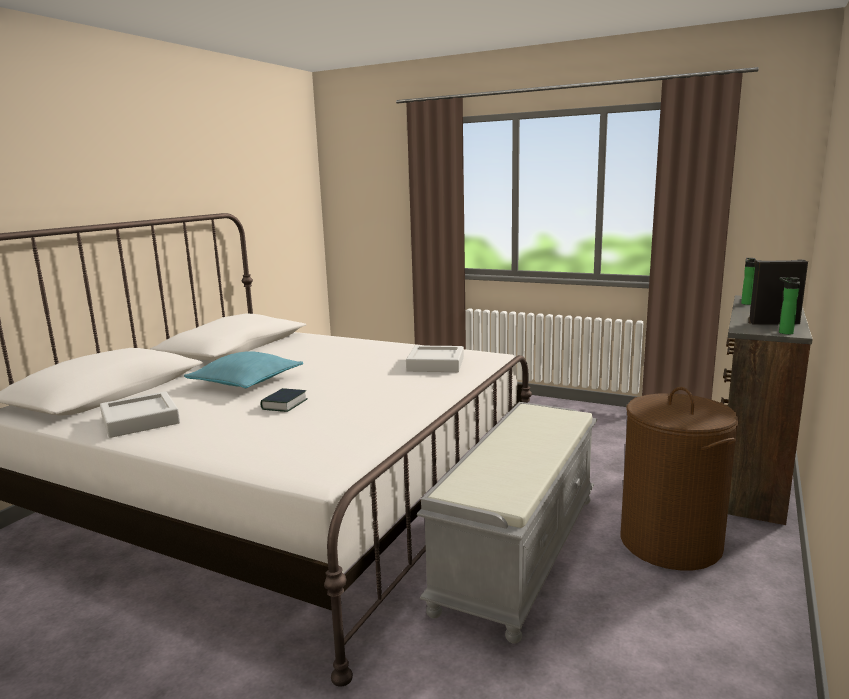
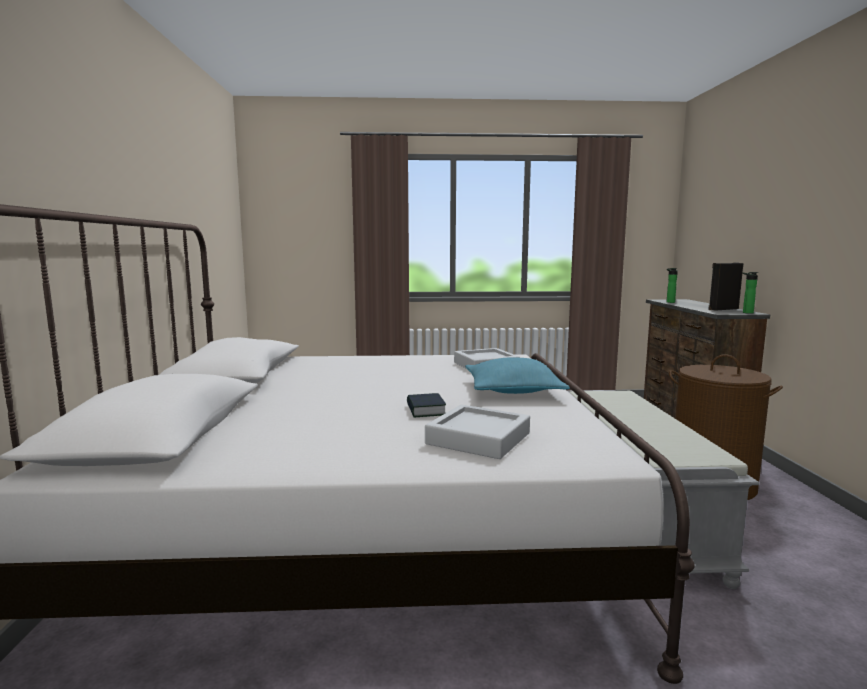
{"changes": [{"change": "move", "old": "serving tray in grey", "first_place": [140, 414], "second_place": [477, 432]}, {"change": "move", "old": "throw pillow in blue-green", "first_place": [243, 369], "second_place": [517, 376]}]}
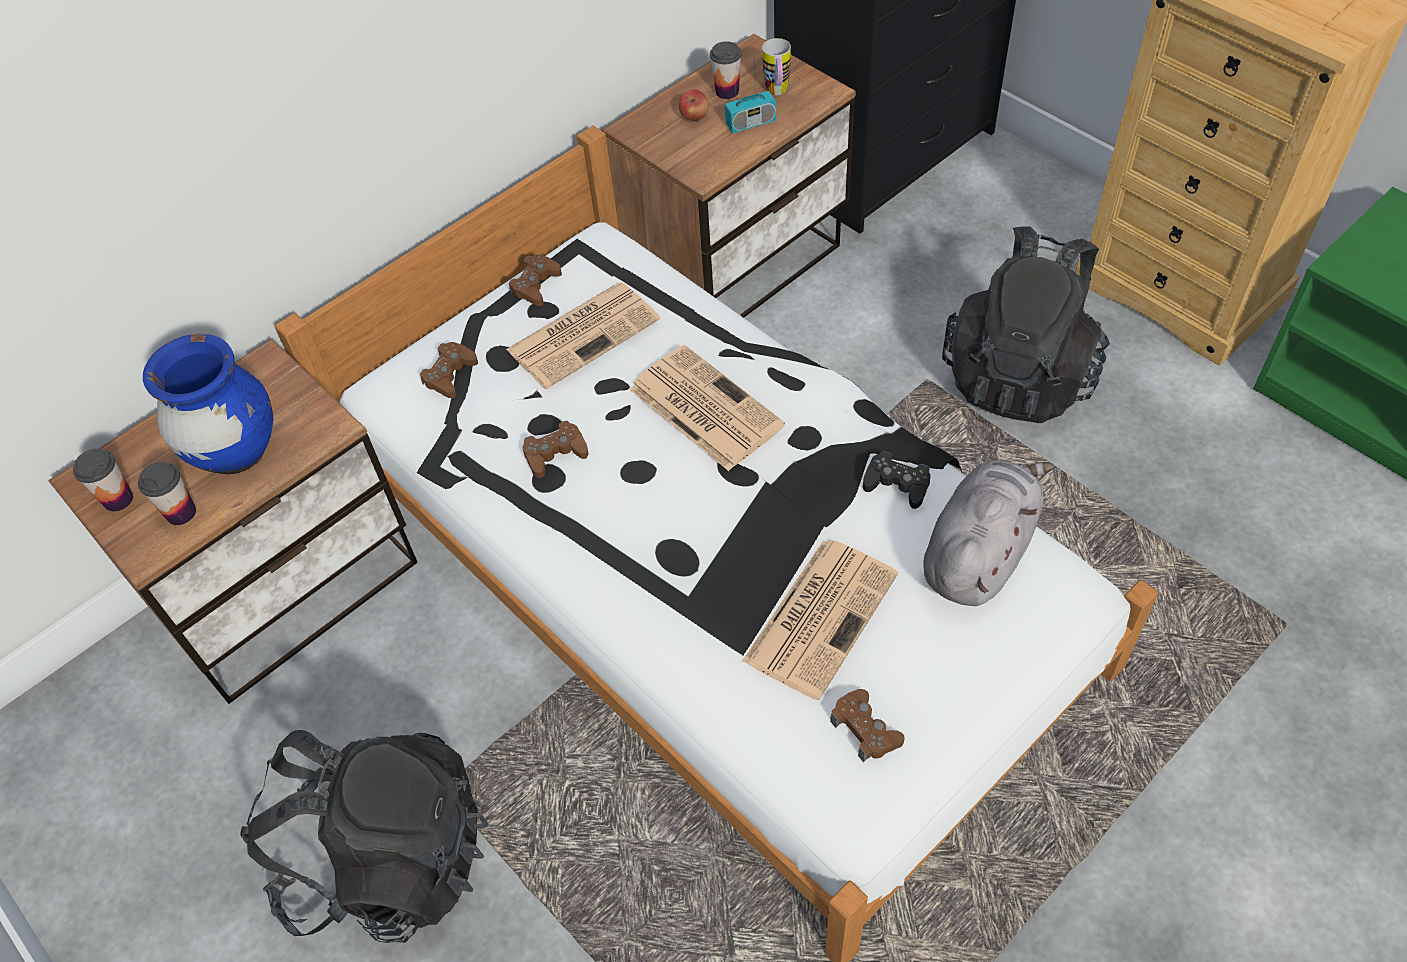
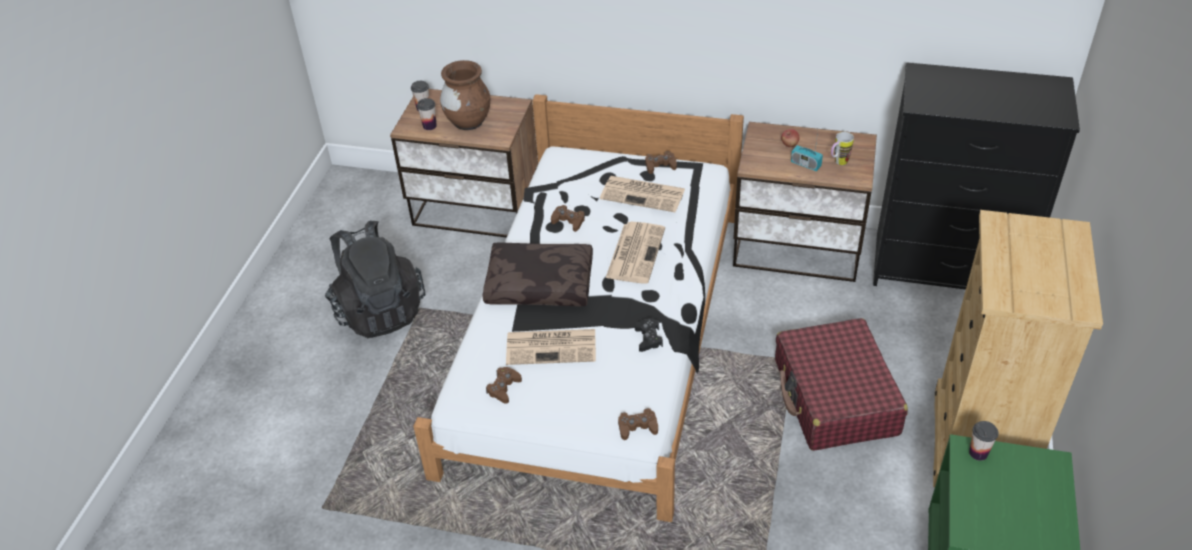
{"changes": [{"change": "recolor", "old": "decorative vase in blue-coloured", "new": "decorative vase in brown-coloured", "first_place": [208, 404], "second_place": [465, 95]}, {"change": "insert", "new": "throw pillow in brown-coloured", "second_place": [537, 274]}, {"change": "move", "old": "game controller in brown-coloured", "first_place": [449, 370], "second_place": [638, 424]}, {"change": "replace", "old": "rucksack in blackish", "new": "travel case in reddish", "first_place": [1026, 325], "second_place": [841, 384]}, {"change": "move", "old": "drinking cup", "first_place": [726, 70], "second_place": [984, 441]}, {"change": "delete", "old": "plush toy in grey", "first_place": [988, 533]}]}
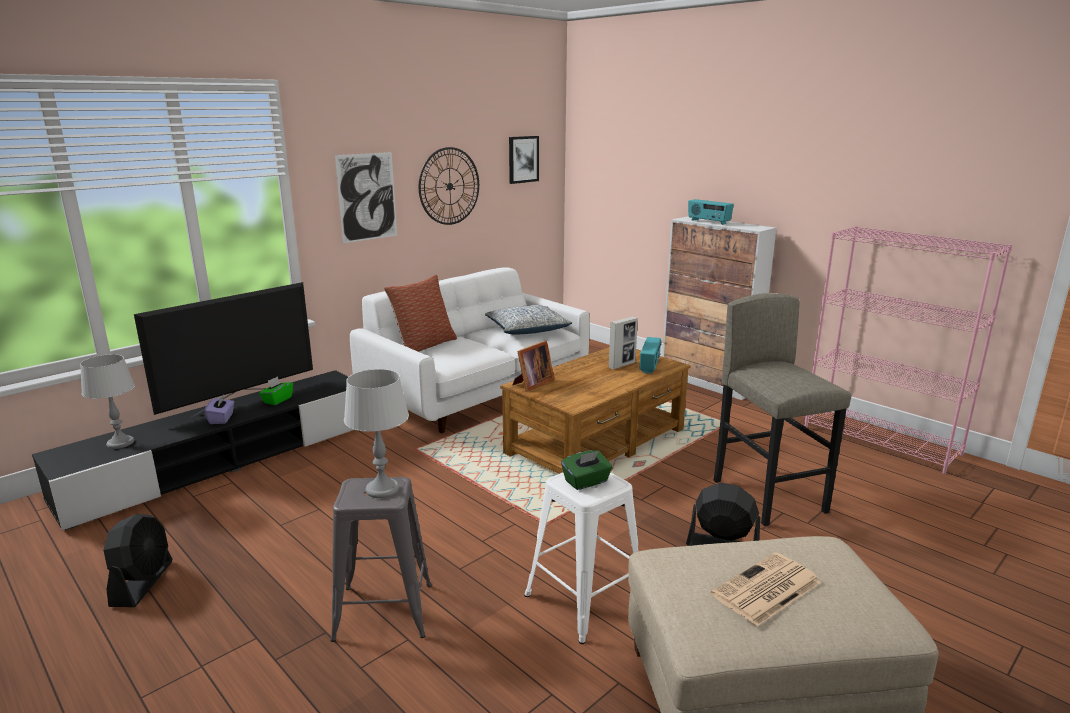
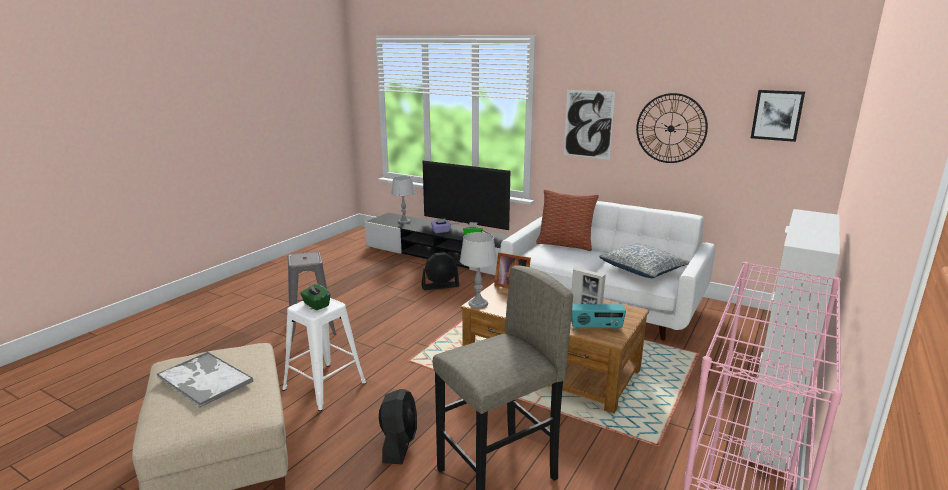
{"changes": [{"change": "replace", "old": "daily paper", "new": "serving tray", "first_place": [766, 589], "second_place": [205, 380]}, {"change": "move", "old": "fan in blackish", "first_place": [138, 560], "second_place": [440, 271]}, {"change": "move", "old": "tabletop lamp in grey", "first_place": [376, 433], "second_place": [478, 270]}, {"change": "delete", "old": "radio", "first_place": [711, 212]}]}
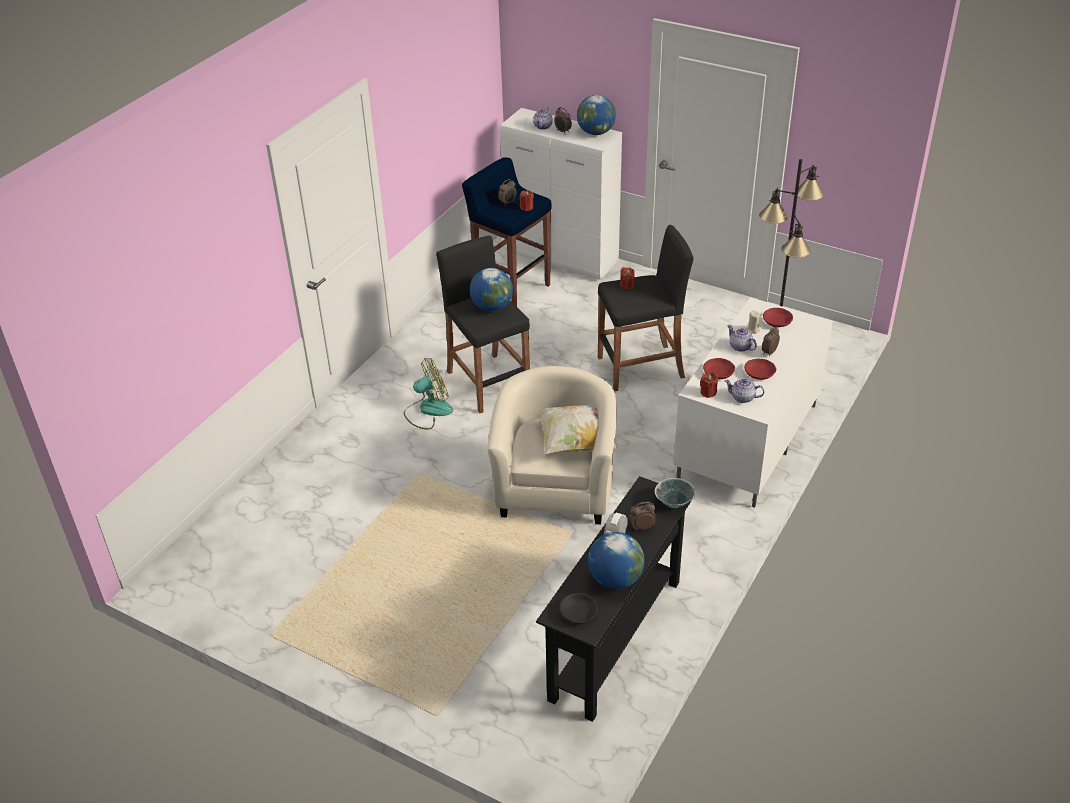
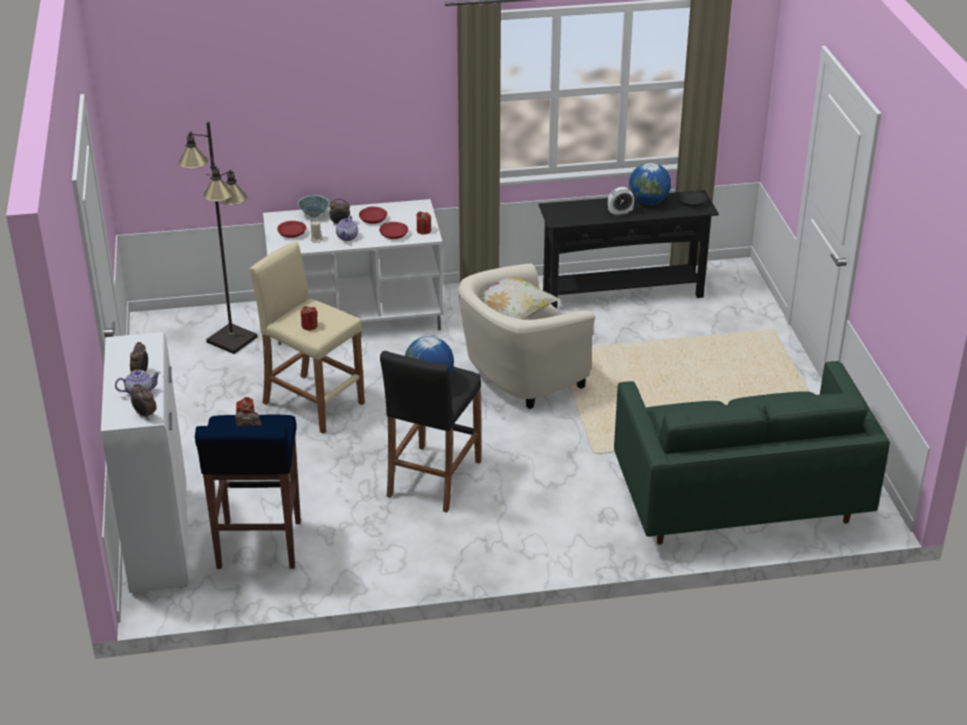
{"changes": [{"change": "move", "old": "alarm clock", "first_place": [643, 516], "second_place": [144, 402]}, {"change": "recolor", "old": "stool seat in blackish", "new": "stool seat in beige-coloured", "first_place": [646, 308], "second_place": [307, 338]}, {"change": "move", "old": "bowl", "first_place": [675, 493], "second_place": [313, 206]}, {"change": "insert", "new": "sofa in green", "second_place": [752, 453]}, {"change": "delete", "old": "fan", "first_place": [428, 394]}, {"change": "delete", "old": "world globe", "first_place": [596, 115]}, {"change": "delete", "old": "pot for tea", "first_place": [745, 390]}]}
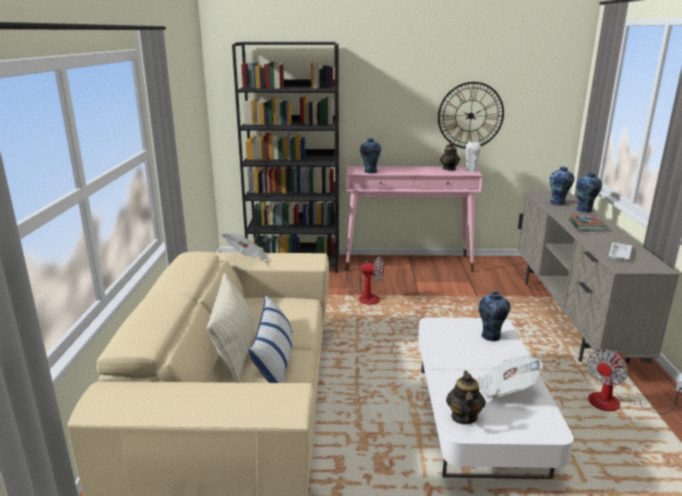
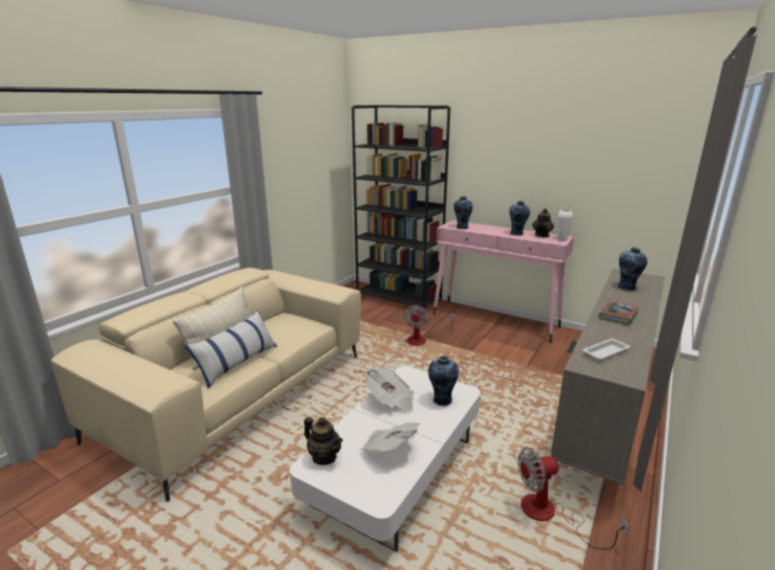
{"changes": [{"change": "rotate", "old": "pot for tea", "first_place": [466, 397], "second_place": [323, 441], "degrees": 90}, {"change": "move", "old": "daily paper", "first_place": [246, 246], "second_place": [390, 390]}, {"change": "rotate", "old": "fan", "first_place": [363, 280], "second_place": [429, 325], "degrees": 60}, {"change": "move", "old": "decorative vase", "first_place": [589, 192], "second_place": [520, 218]}, {"change": "delete", "old": "clock on the wall", "first_place": [471, 115]}]}
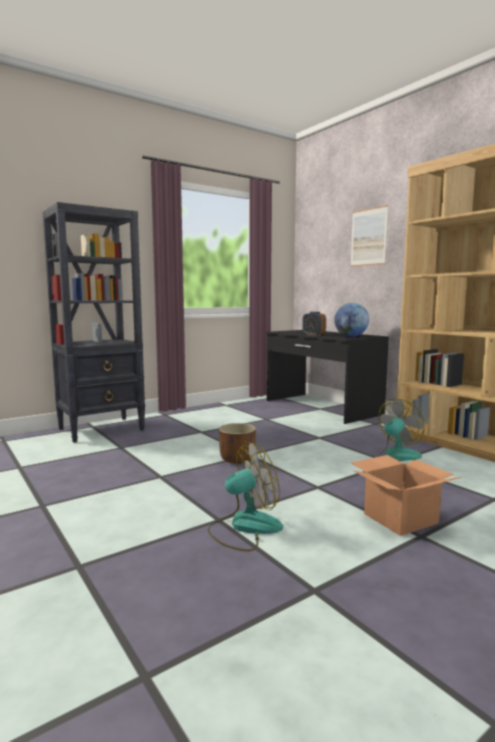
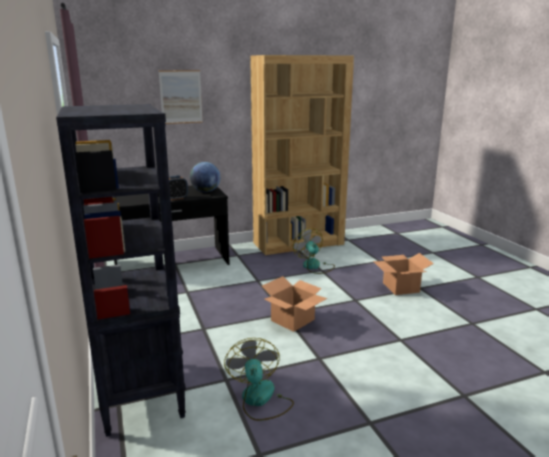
{"changes": [{"change": "move", "old": "fan", "first_place": [245, 496], "second_place": [259, 379]}, {"change": "replace", "old": "flower pot in brown-coloured", "new": "packing box", "first_place": [237, 443], "second_place": [294, 304]}]}
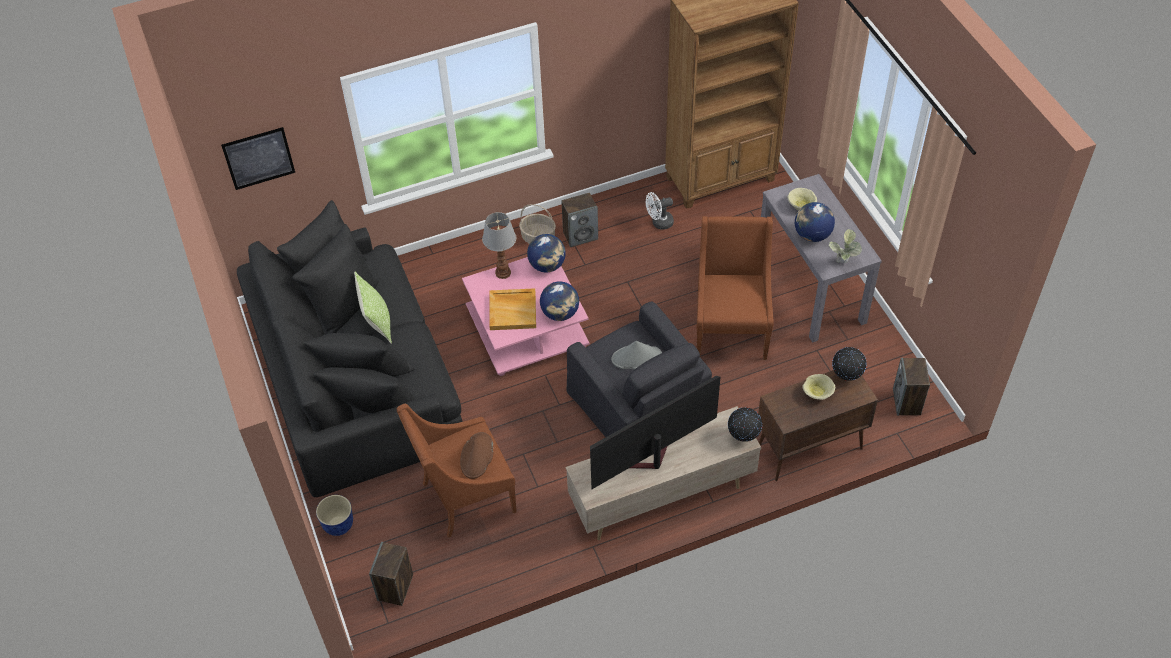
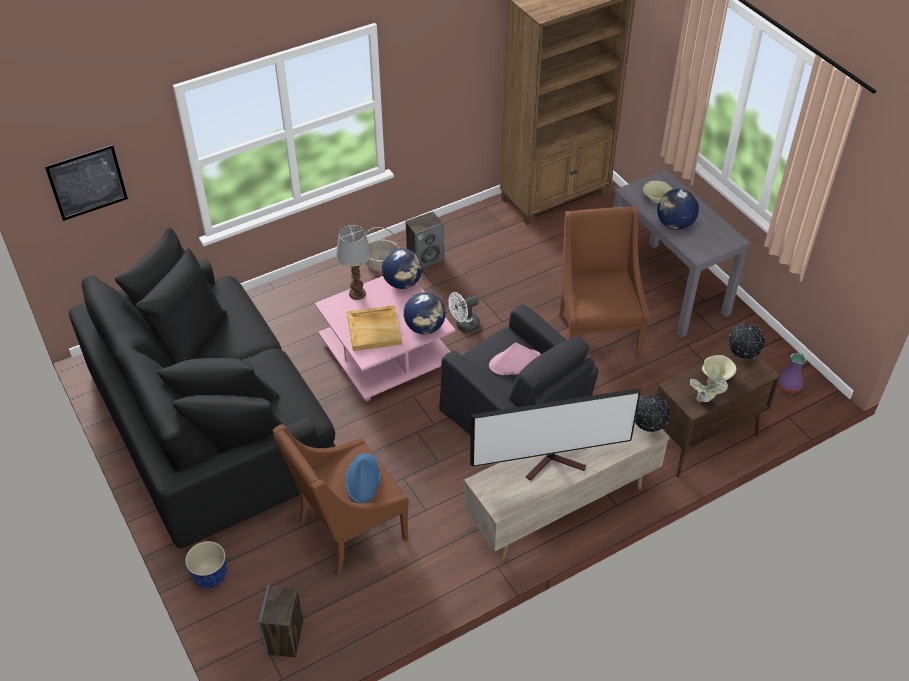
{"changes": [{"change": "recolor", "old": "clothing hat in brown-coloured", "new": "clothing hat in blue-coloured", "first_place": [476, 455], "second_place": [363, 478]}, {"change": "move", "old": "fan in white", "first_place": [660, 211], "second_place": [464, 312]}, {"change": "rotate", "old": "TV set", "first_place": [655, 432], "second_place": [555, 434], "degrees": -150}, {"change": "recolor", "old": "clothing hat in grey", "new": "clothing hat in pinkish", "first_place": [636, 355], "second_place": [515, 359]}, {"change": "move", "old": "houseplant", "first_place": [845, 246], "second_place": [709, 382]}, {"change": "replace", "old": "audio speaker", "new": "decorative vase in purple", "first_place": [911, 387], "second_place": [792, 372]}, {"change": "delete", "old": "throw pillow", "first_place": [373, 308]}]}
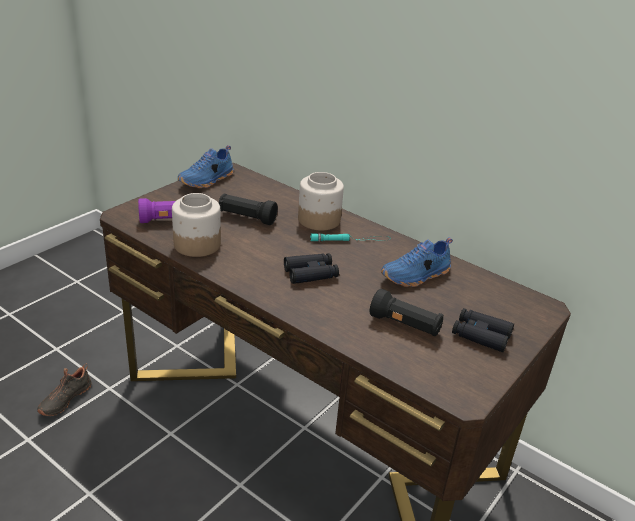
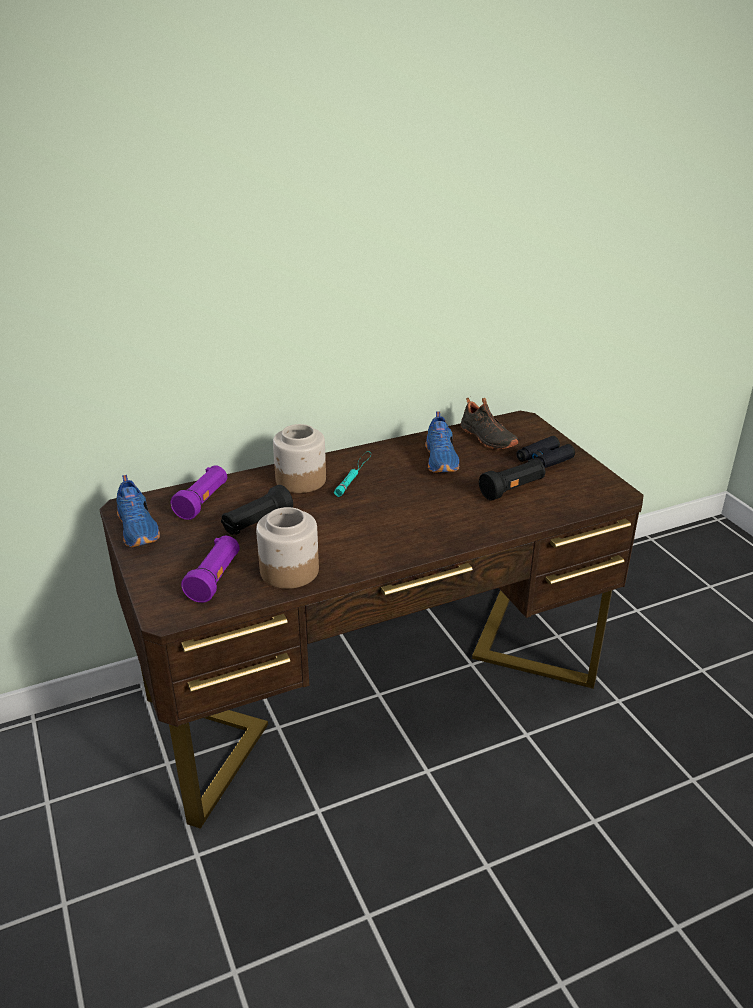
{"changes": [{"change": "insert", "new": "hand torch in purple", "second_place": [199, 492]}, {"change": "move", "old": "shoe in blackish", "first_place": [64, 390], "second_place": [489, 424]}, {"change": "delete", "old": "binoculars in blackish", "first_place": [311, 268]}]}
